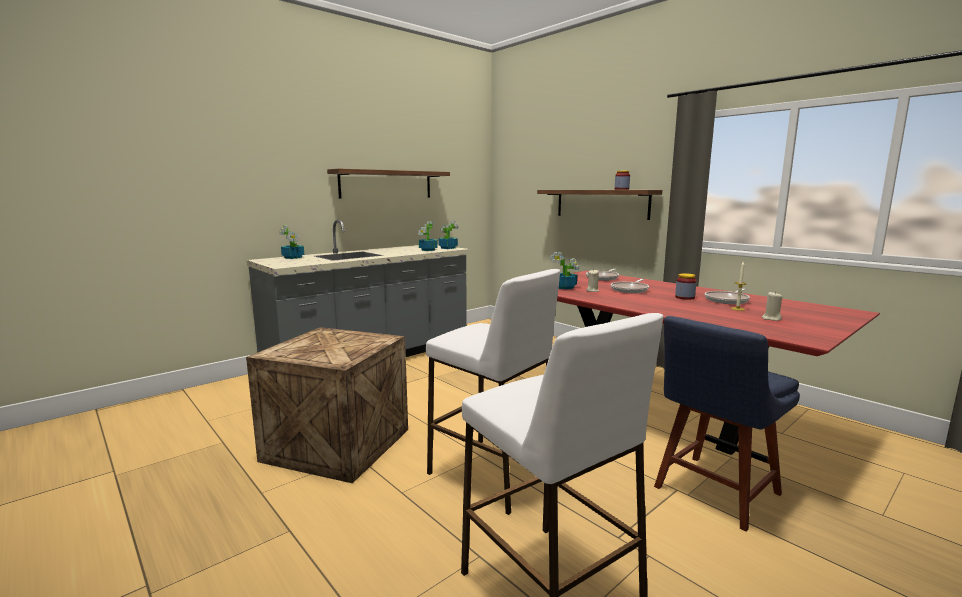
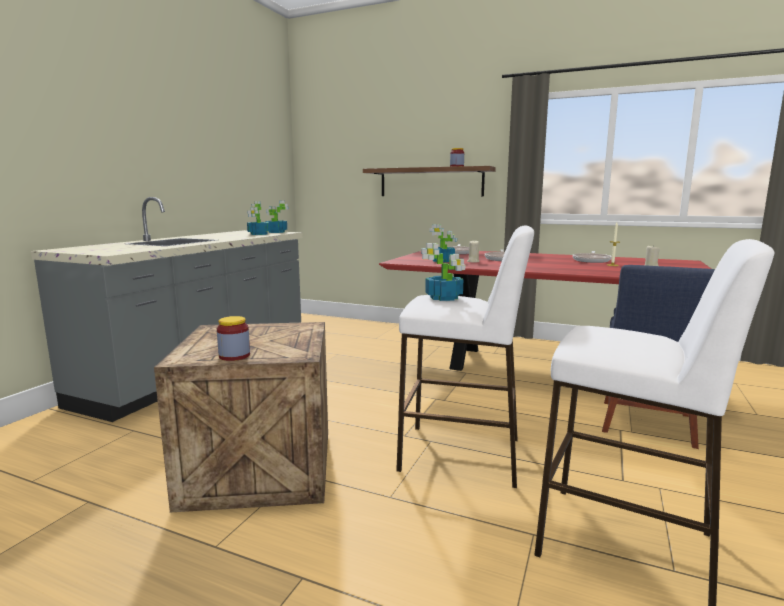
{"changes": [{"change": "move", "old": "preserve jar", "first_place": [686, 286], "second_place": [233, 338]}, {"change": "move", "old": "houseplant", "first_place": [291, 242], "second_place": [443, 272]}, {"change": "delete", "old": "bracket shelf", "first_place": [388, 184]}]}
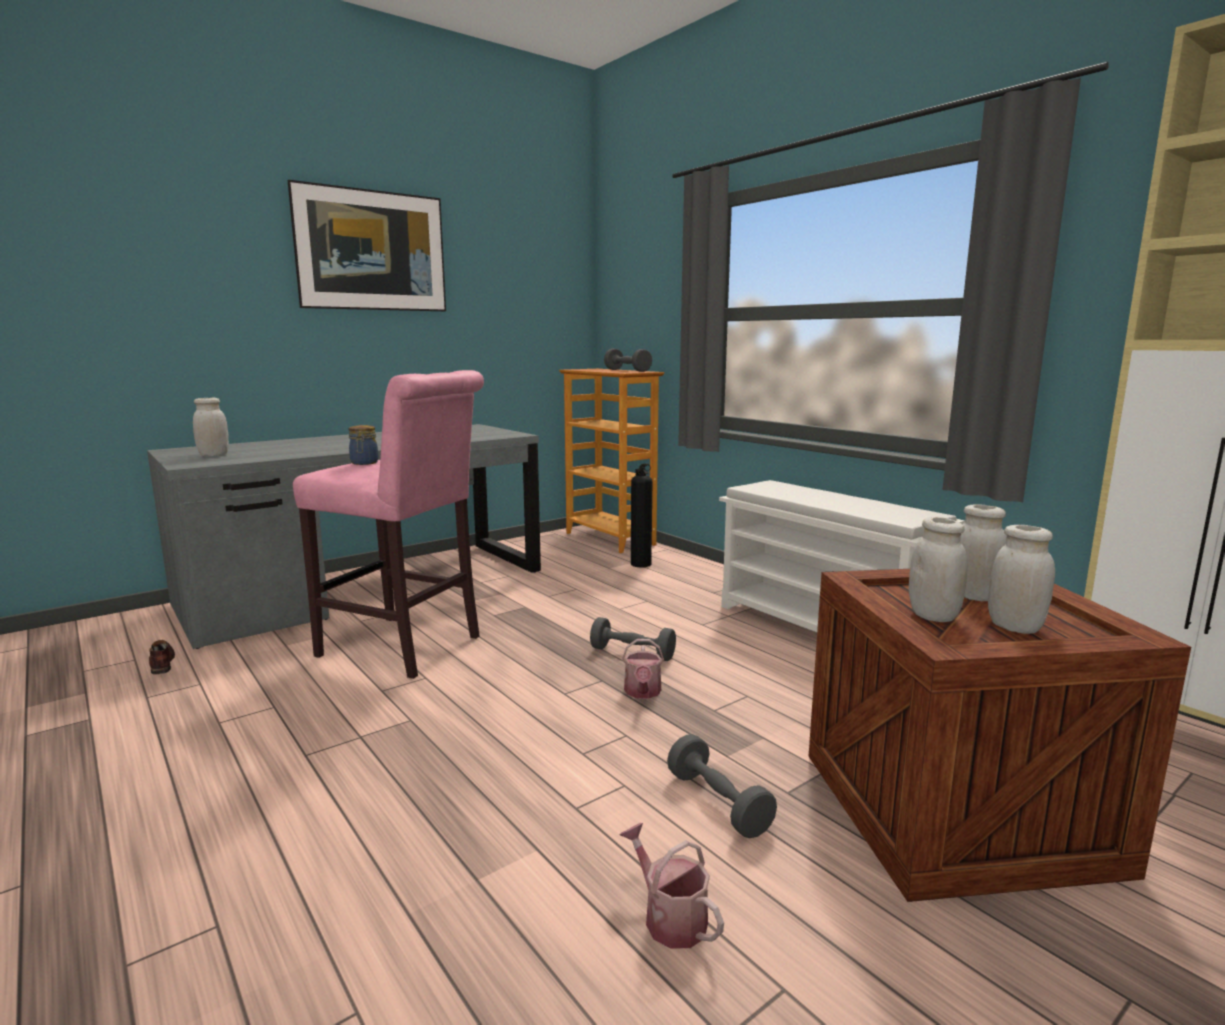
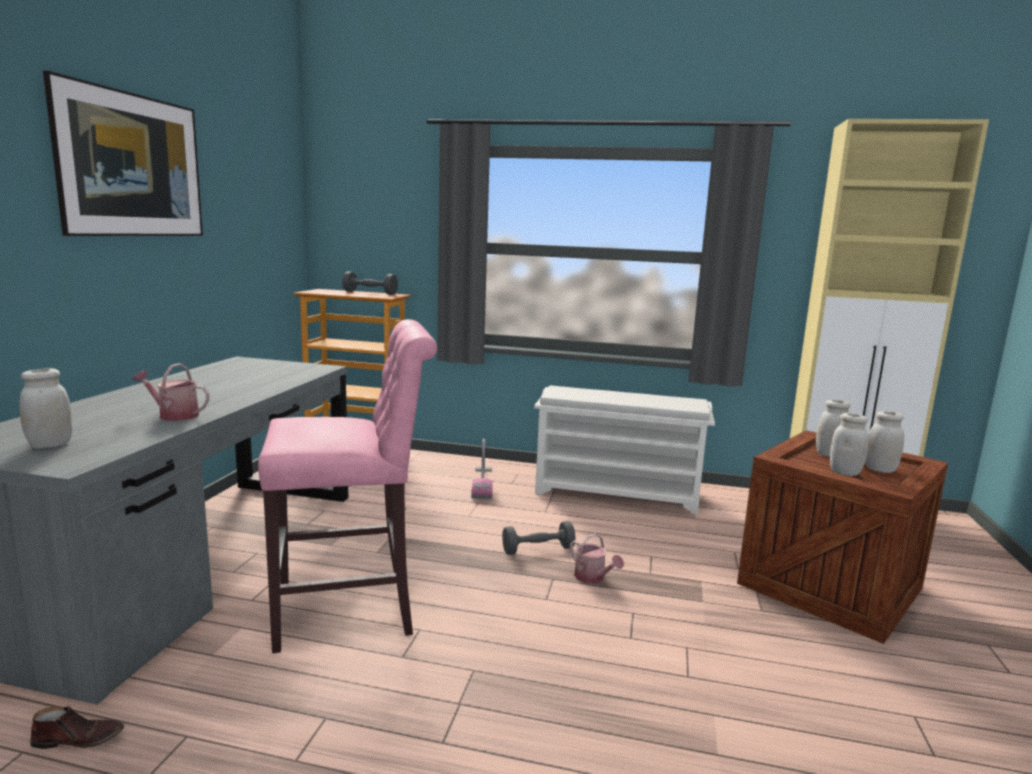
{"changes": [{"change": "rotate", "old": "shoe in brown-coloured", "first_place": [162, 657], "second_place": [77, 727], "degrees": 150}, {"change": "move", "old": "watering can", "first_place": [672, 886], "second_place": [171, 392]}, {"change": "insert", "new": "vacuum", "second_place": [482, 469]}, {"change": "delete", "old": "preserve jar", "first_place": [363, 445]}, {"change": "delete", "old": "fire extinguisher", "first_place": [641, 515]}, {"change": "delete", "old": "free weight in grey", "first_place": [722, 786]}]}
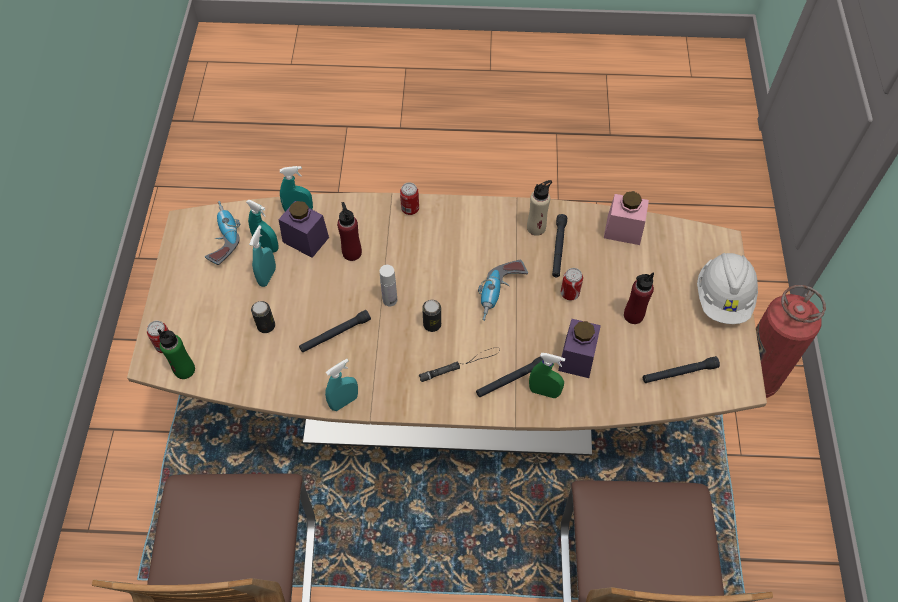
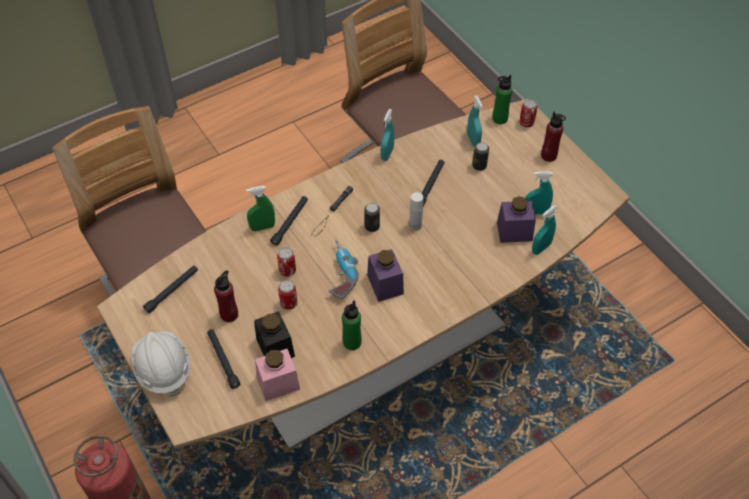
{"changes": [{"change": "move", "old": "hand torch in blackish", "first_place": [559, 245], "second_place": [223, 359]}, {"change": "insert", "new": "preserve jar in blackish", "second_place": [274, 334]}, {"change": "move", "old": "metal can", "first_place": [409, 198], "second_place": [286, 262]}, {"change": "recolor", "old": "drink bottle in beige-coloured", "new": "drink bottle in green", "first_place": [539, 208], "second_place": [352, 325]}, {"change": "move", "old": "preserve jar in purple", "first_place": [579, 348], "second_place": [385, 275]}, {"change": "move", "old": "sprayer in blue-green", "first_place": [262, 256], "second_place": [475, 121]}, {"change": "move", "old": "drink bottle in reddish", "first_place": [349, 231], "second_place": [553, 136]}, {"change": "delete", "old": "drill", "first_place": [222, 233]}]}
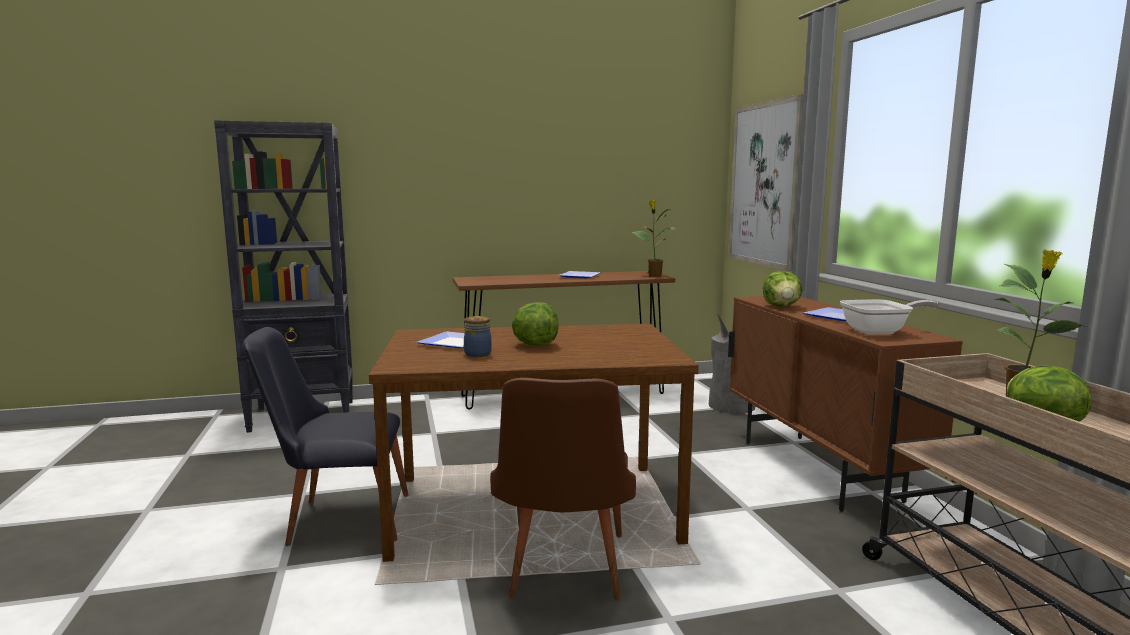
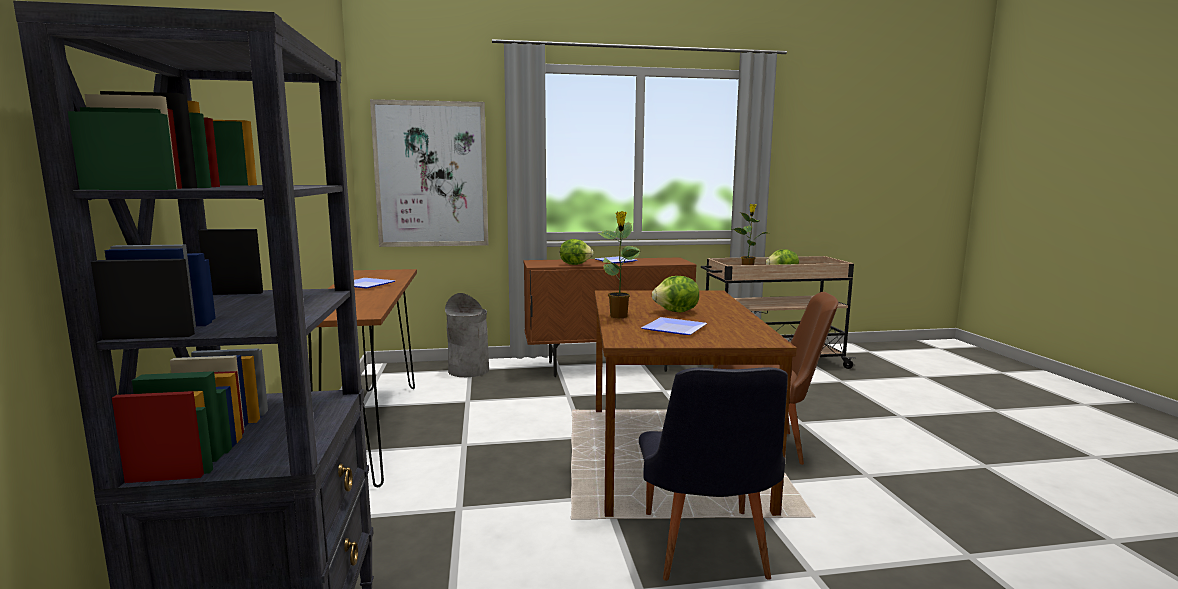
{"changes": [{"change": "move", "old": "houseplant", "first_place": [653, 238], "second_place": [619, 264]}, {"change": "delete", "old": "preserve jar", "first_place": [478, 336]}, {"change": "delete", "old": "skillet", "first_place": [890, 317]}]}
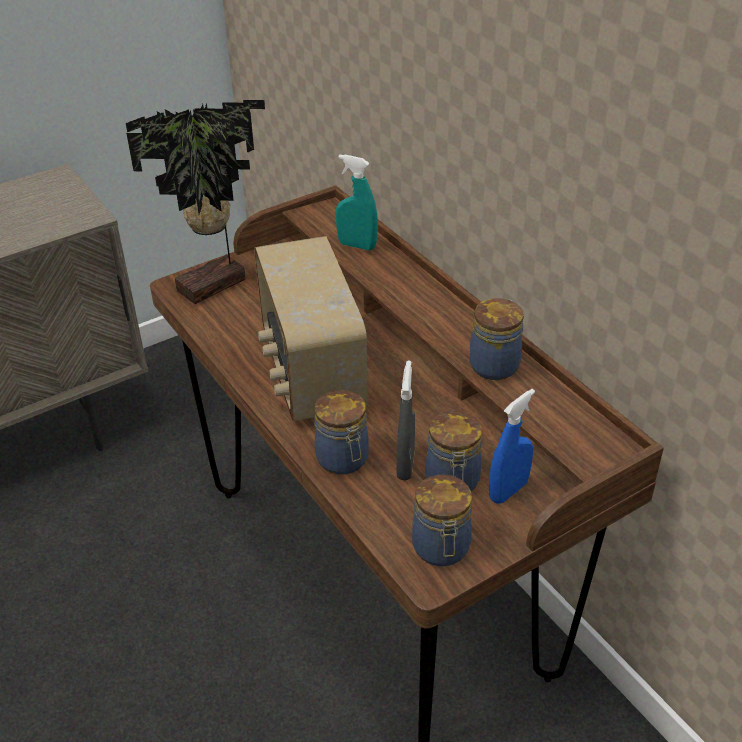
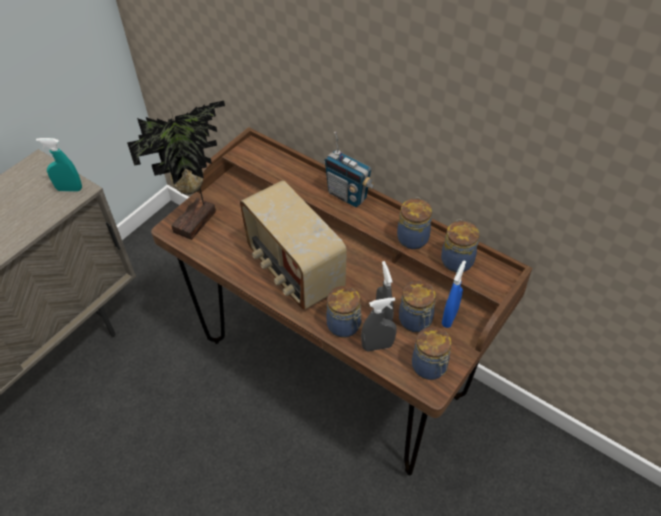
{"changes": [{"change": "move", "old": "sprayer in blue-green", "first_place": [356, 202], "second_place": [59, 164]}, {"change": "insert", "new": "radio", "second_place": [349, 169]}, {"change": "insert", "new": "sprayer in grey", "second_place": [379, 324]}, {"change": "insert", "new": "preserve jar", "second_place": [460, 245]}]}
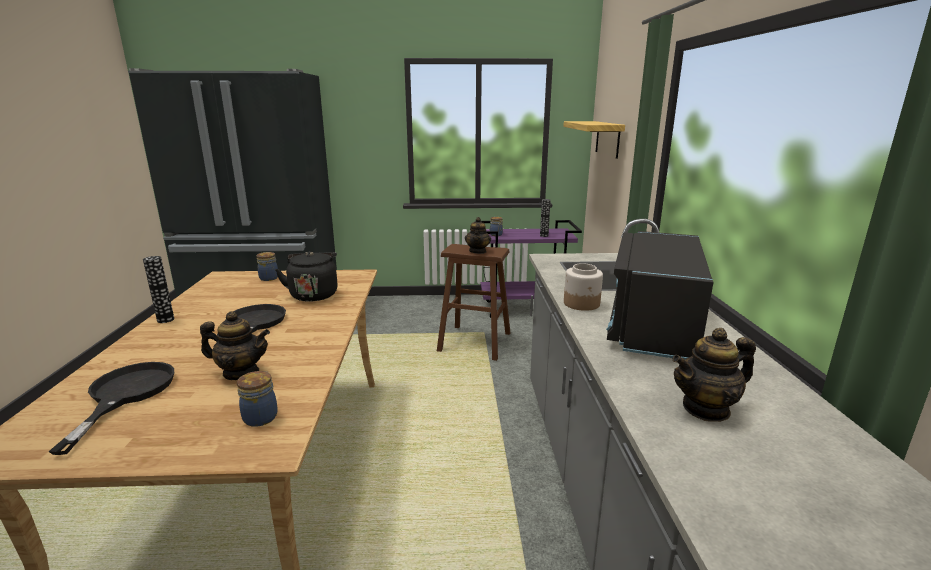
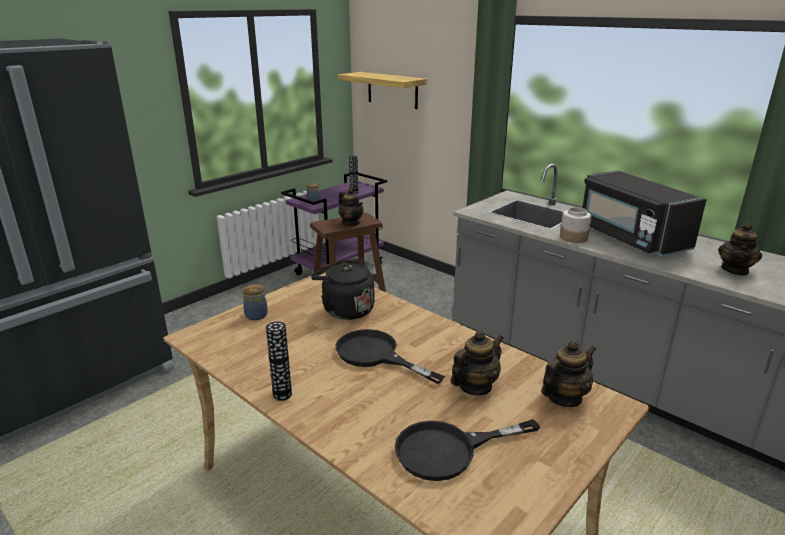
{"changes": [{"change": "rotate", "old": "skillet in blackish", "first_place": [111, 408], "second_place": [467, 450], "degrees": -60}, {"change": "replace", "old": "preserve jar", "new": "pot for tea", "first_place": [257, 399], "second_place": [568, 374]}]}
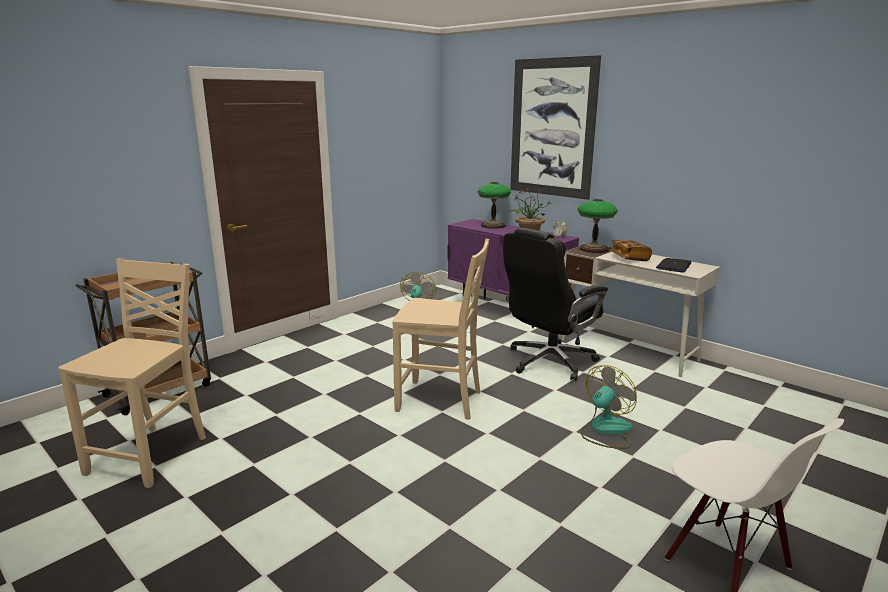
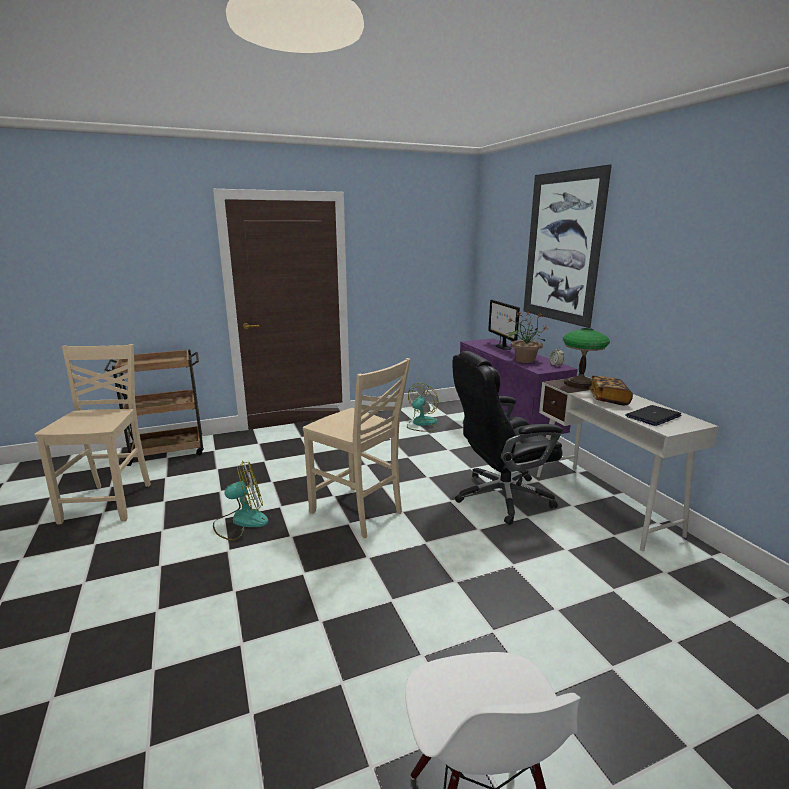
{"changes": [{"change": "rotate", "old": "chair in beige-coloured", "first_place": [132, 373], "second_place": [92, 434], "degrees": -45}, {"change": "move", "old": "fan", "first_place": [609, 407], "second_place": [240, 500]}, {"change": "replace", "old": "tabletop lamp", "new": "computer display", "first_place": [494, 205], "second_place": [504, 325]}]}
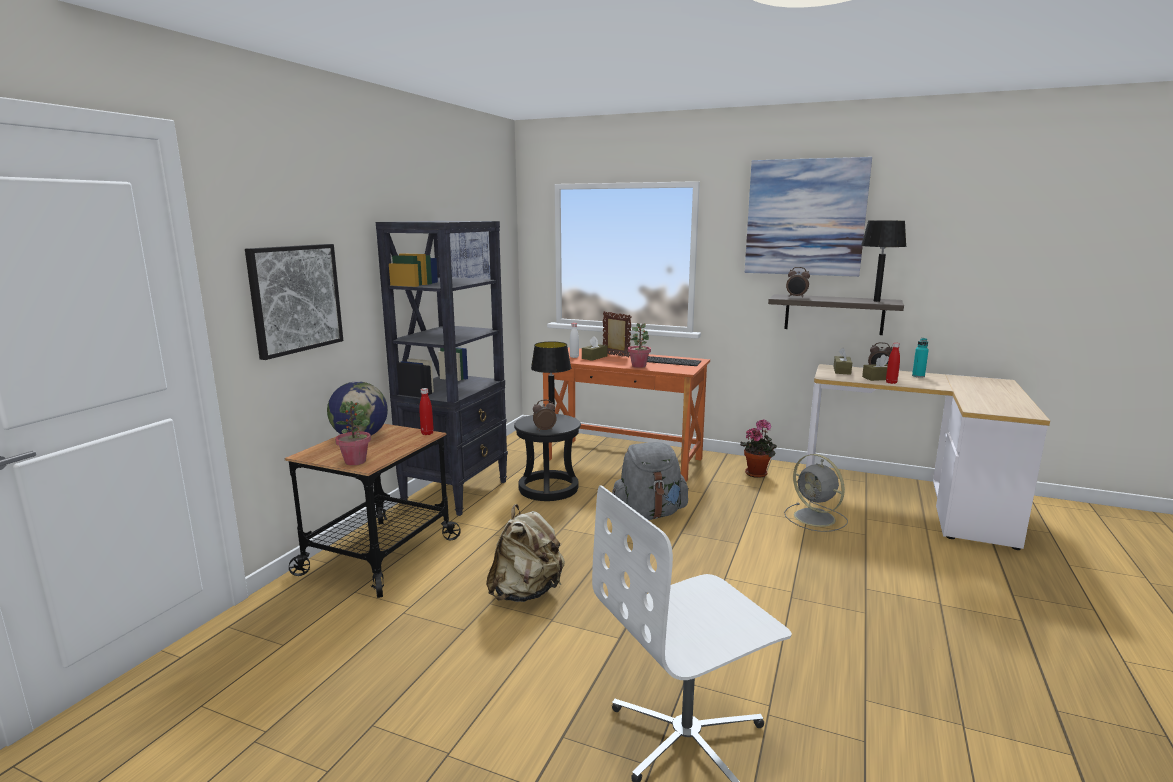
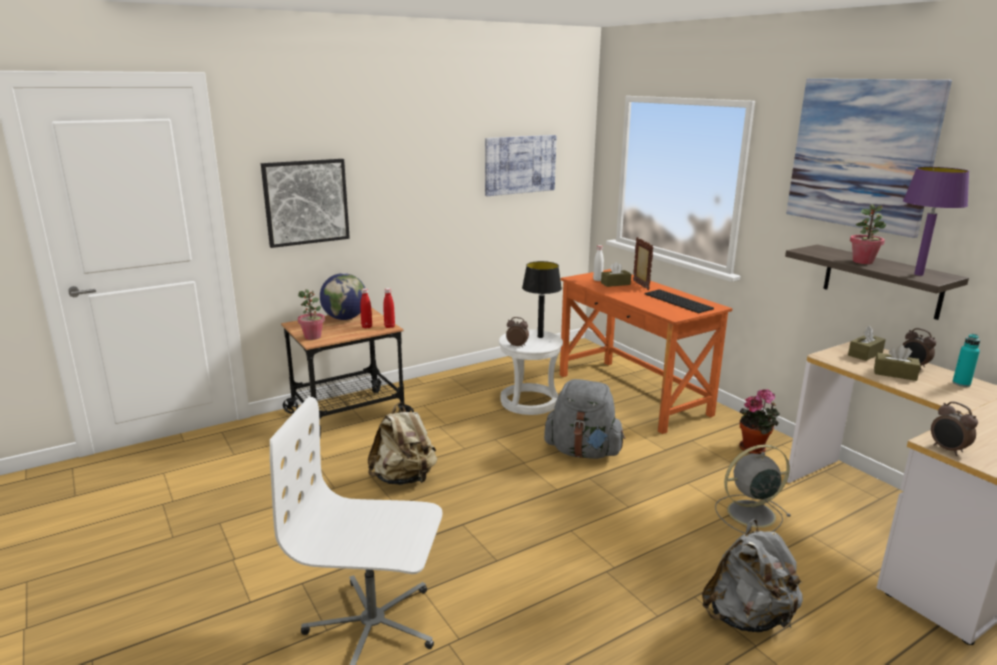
{"changes": [{"change": "move", "old": "drink bottle in reddish", "first_place": [893, 363], "second_place": [366, 308]}, {"change": "recolor", "old": "stool seat in blackish", "new": "stool seat in white", "first_place": [547, 457], "second_place": [531, 372]}, {"change": "insert", "new": "rucksack in grey", "second_place": [752, 575]}, {"change": "rotate", "old": "fan in grey", "first_place": [816, 493], "second_place": [753, 489], "degrees": 75}, {"change": "move", "old": "houseplant", "first_place": [639, 345], "second_place": [868, 234]}, {"change": "recolor", "old": "tabletop lamp in blackish", "new": "tabletop lamp in purple", "first_place": [884, 261], "second_place": [936, 221]}, {"change": "move", "old": "alarm clock", "first_place": [798, 282], "second_place": [954, 428]}, {"change": "delete", "old": "bookshelf in blackish", "first_place": [442, 368]}]}
